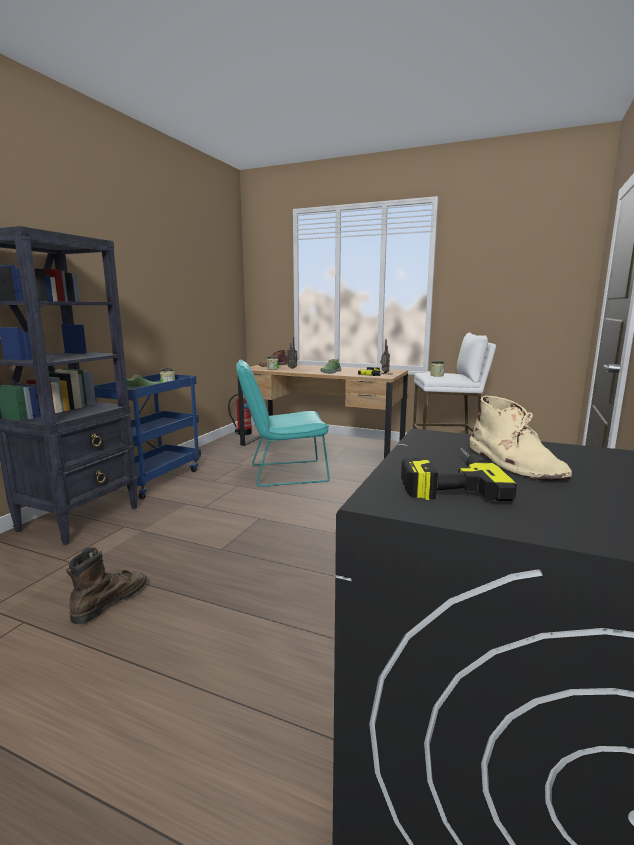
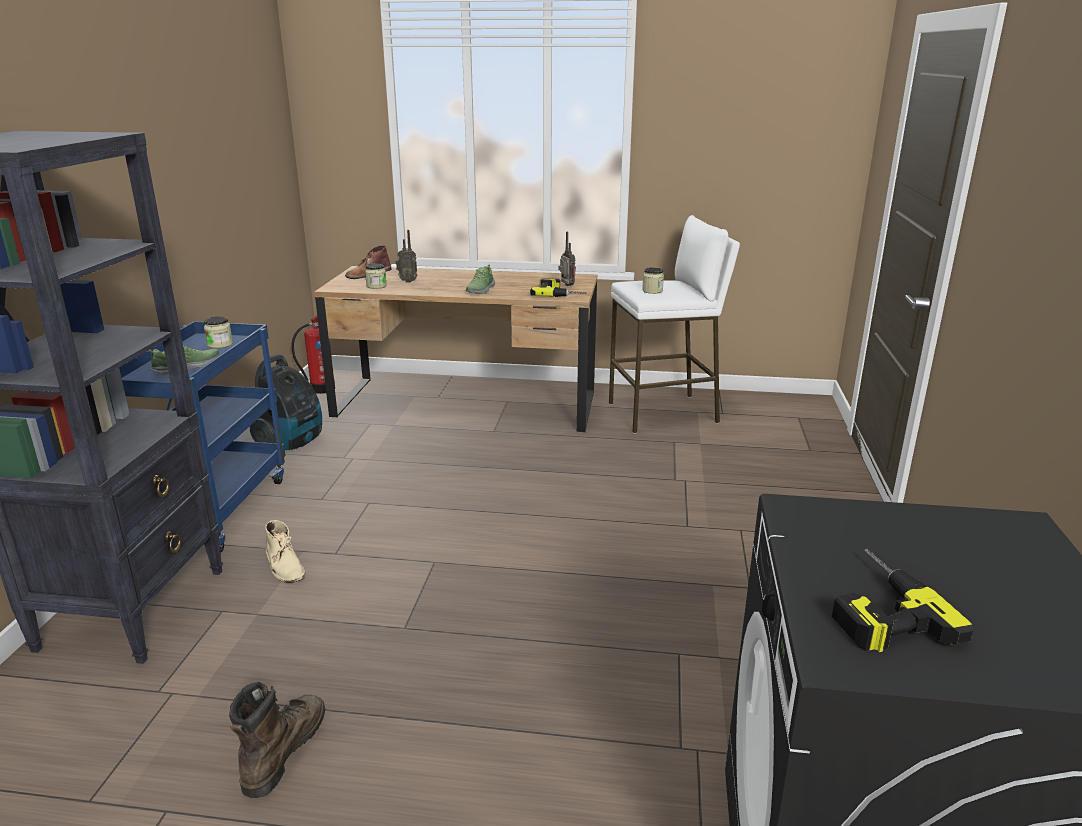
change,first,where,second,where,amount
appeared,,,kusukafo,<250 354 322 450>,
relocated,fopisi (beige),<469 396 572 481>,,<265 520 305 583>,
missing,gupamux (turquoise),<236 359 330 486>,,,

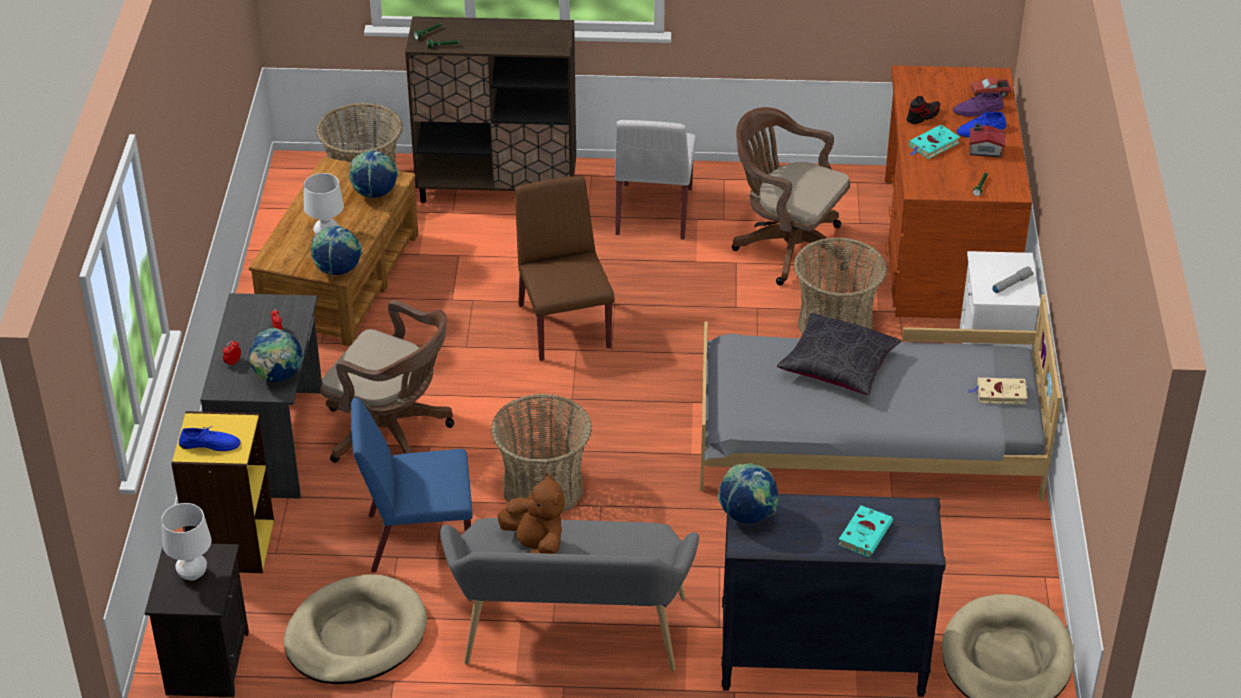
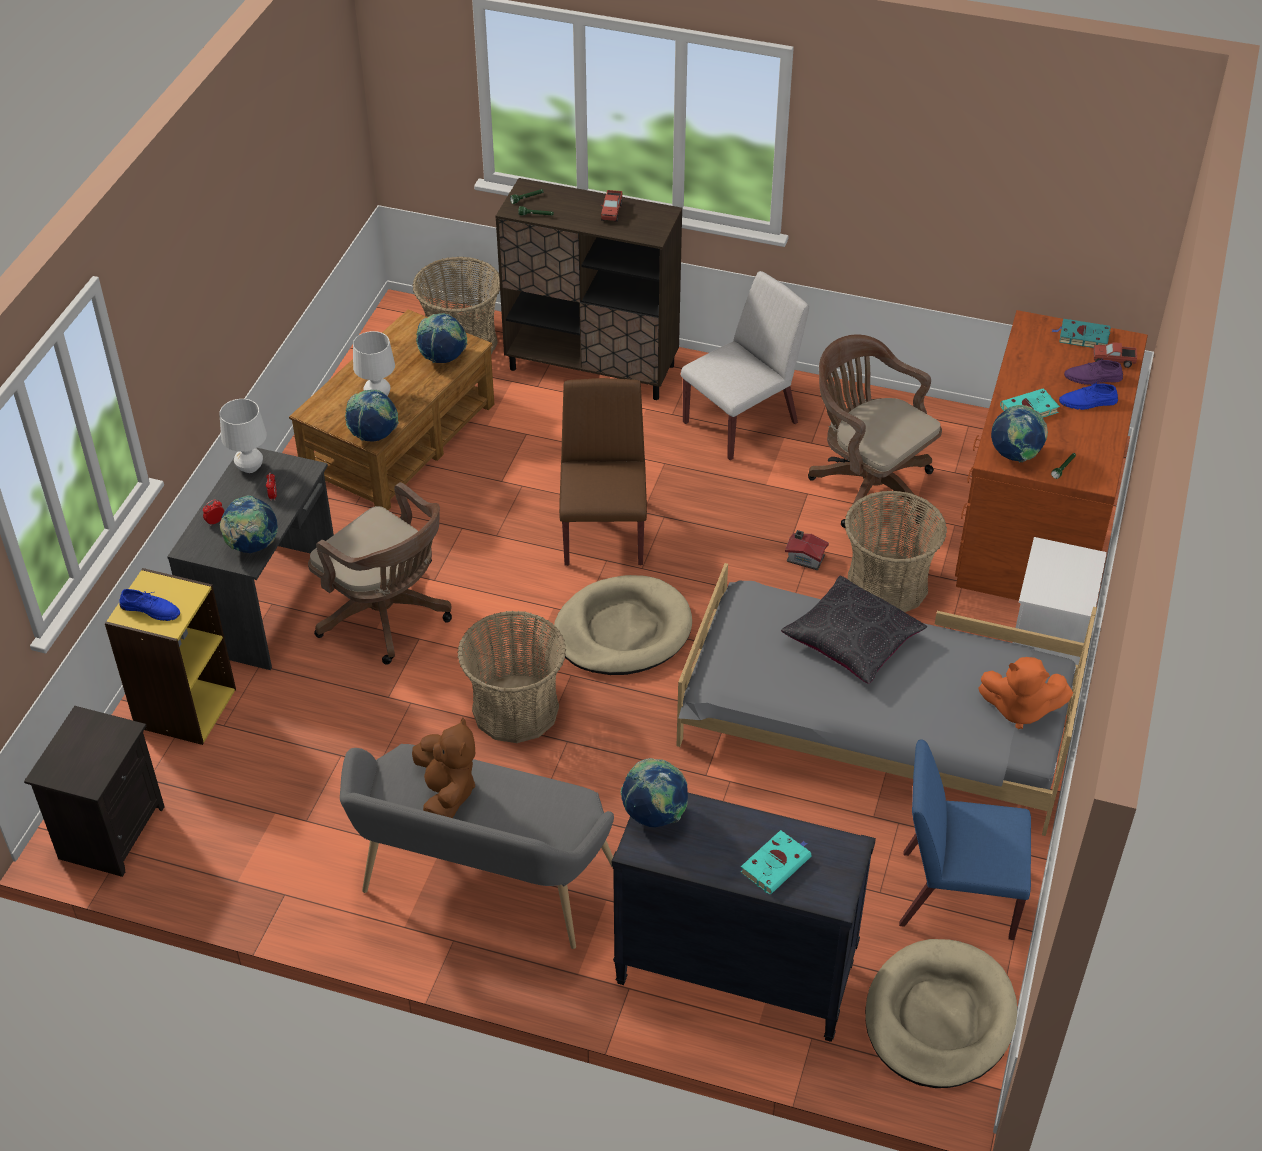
change,first,where,second,where,amount
relocated,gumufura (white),<161 503 212 581>,,<219 399 267 473>,
relocated,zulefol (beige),<284 574 427 684>,,<554 575 692 675>,
appeared,,,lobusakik,<601 190 623 222>,
spun,gupamux (white),<615 120 696 240>,,<681 271 809 460>,150 degrees counterclockwise
relocated,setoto,<969 124 1006 158>,,<785 530 829 570>,
relocated,gupamux (blue),<351 398 473 572>,,<899 739 1031 940>,
exchanged,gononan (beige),<968 378 1028 405>,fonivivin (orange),<978 657 1073 729>,
appeared,,,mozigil,<991 405 1048 462>,
appeared,,,gononan (turquoise),<1051 319 1111 348>,
missing,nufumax,<907 96 940 124>,,,
missing,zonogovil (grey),<992 266 1034 293>,,,

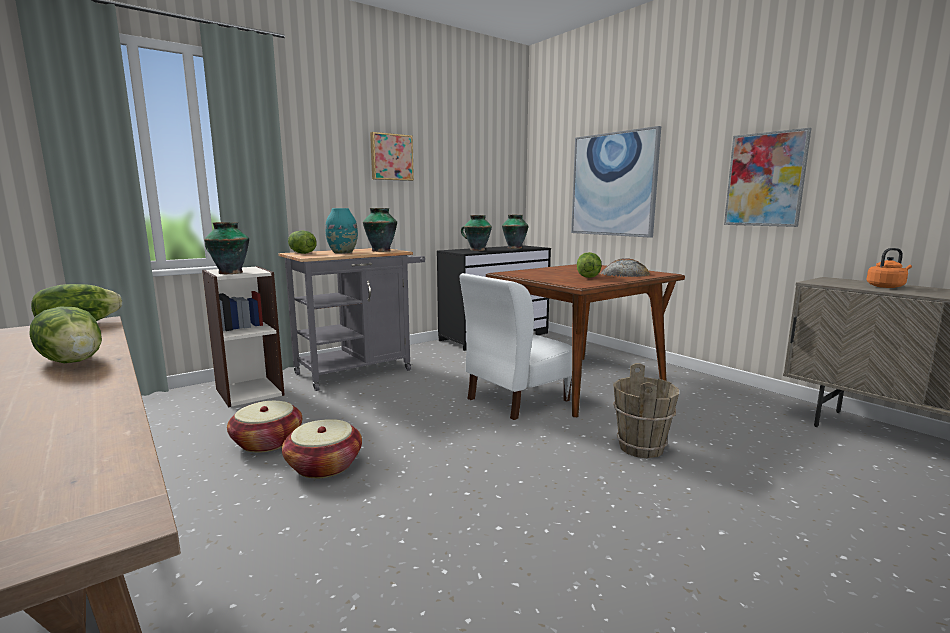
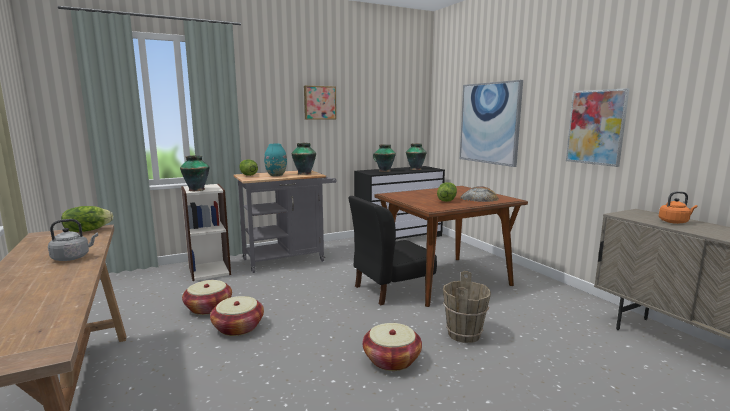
change,first,where,second,where,amount
exchanged,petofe,<29 307 102 363>,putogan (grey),<48 219 98 261>,
colour,gupamux (white),<460 273 572 420>,gupamux (black),<348 196 437 305>,
appeared,,,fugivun,<362 323 422 371>,

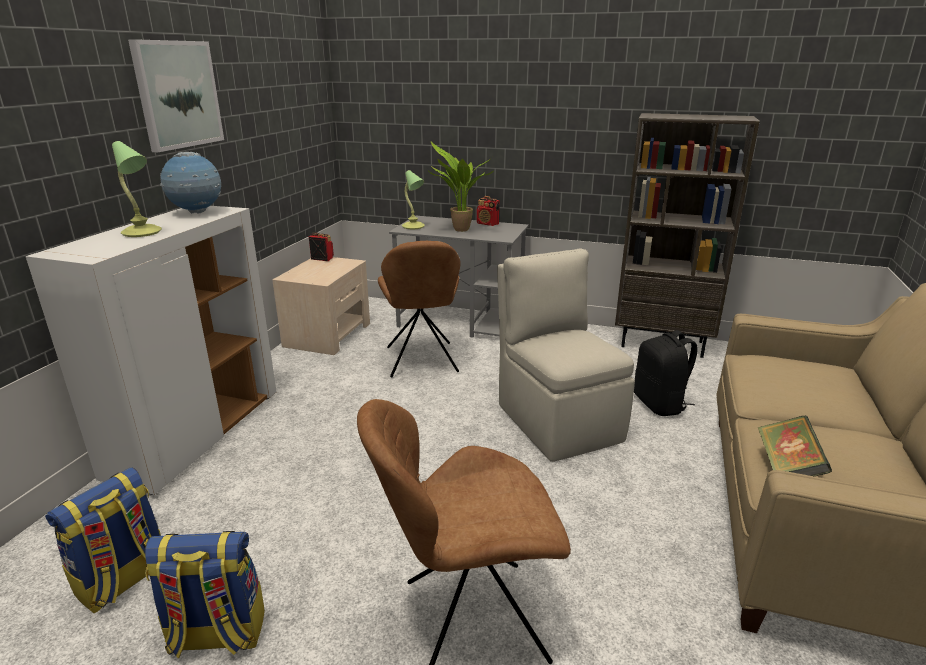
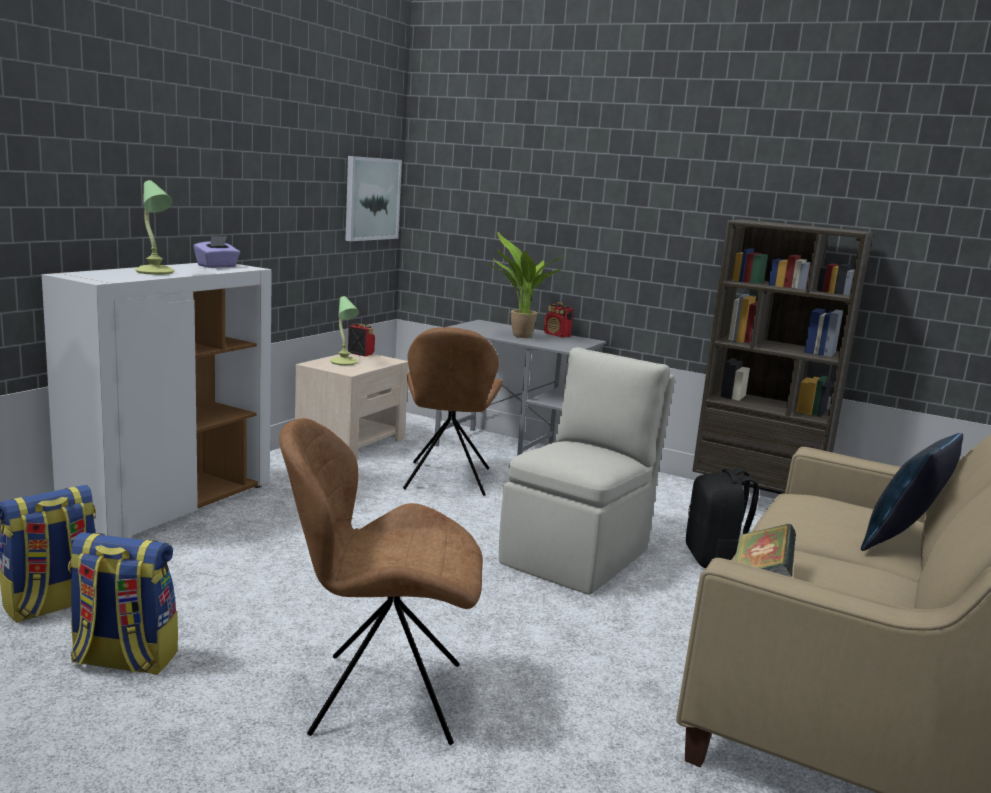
change,first,where,second,where,amount
exchanged,mozigil,<160 152 221 214>,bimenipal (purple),<193 236 240 268>,
relocated,gumufura,<402 170 425 229>,,<330 296 359 365>,
relocated,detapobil,<128 39 224 152>,,<345 156 402 241>,
spun,gupamux (beige),<497 248 635 462>,,<499 347 675 595>,45 degrees clockwise
appeared,,,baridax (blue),<861 433 963 551>,

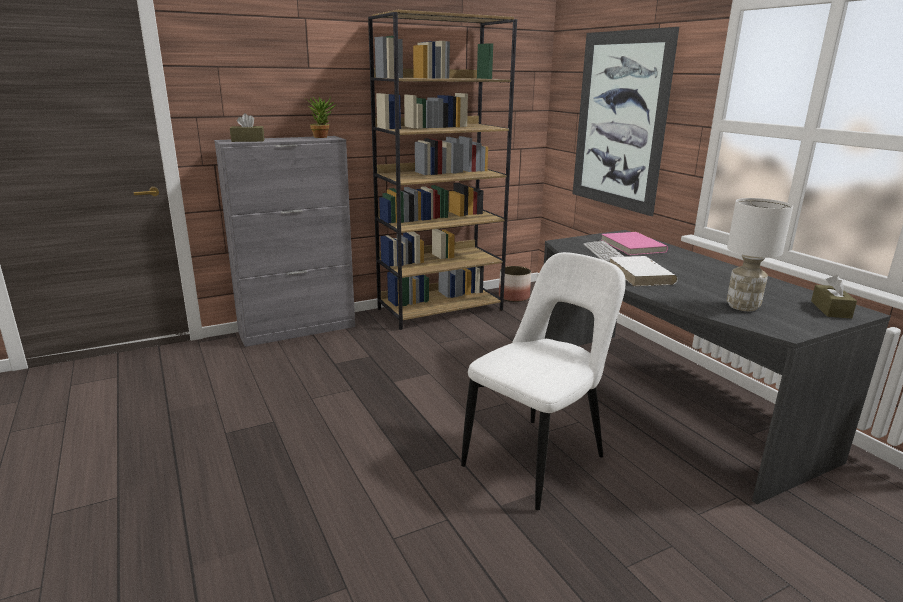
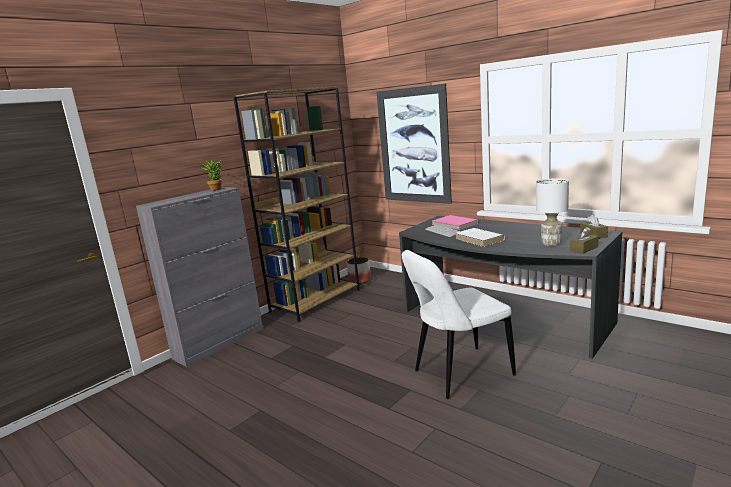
change,first,where,second,where,amount
spun,gupamux (white),<461 252 626 510>,,<402 250 516 399>,135 degrees counterclockwise
relocated,bimenipal (brown),<230 113 264 142>,,<570 227 599 254>,

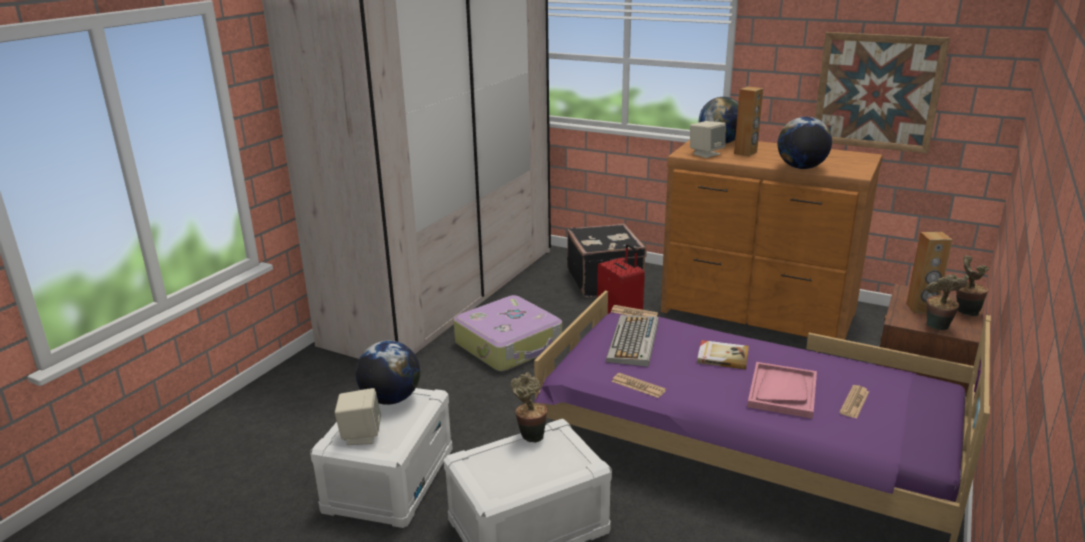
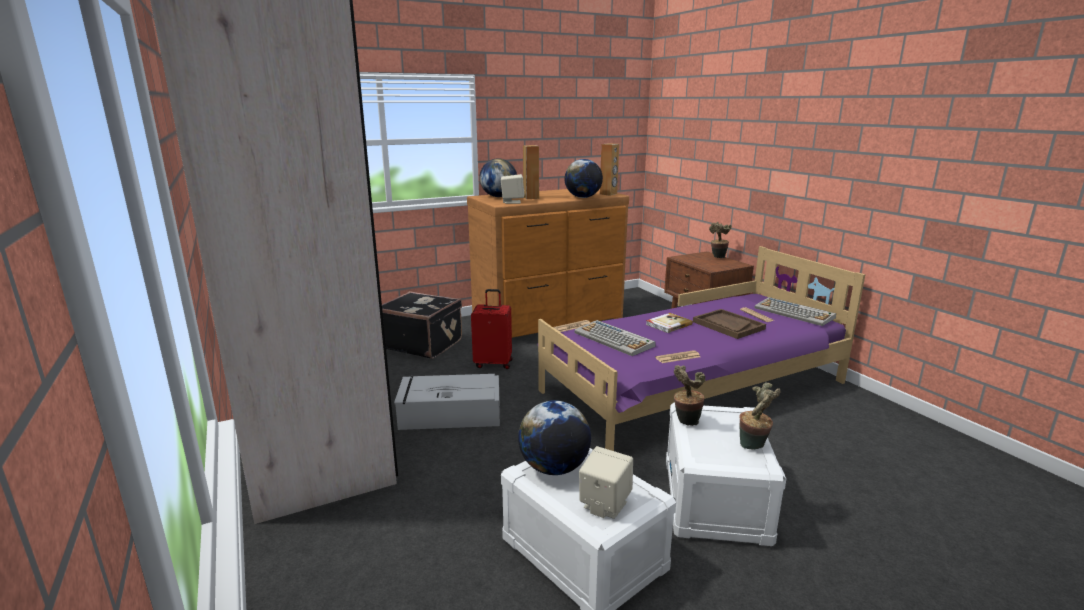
change,first,where,second,where,amount
exchanged,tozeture,<454 295 562 371>,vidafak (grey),<394 374 500 430>,
relocated,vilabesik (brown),<906 232 952 313>,,<600 143 619 196>,
colour,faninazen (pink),<747 362 817 419>,faninazen (brown),<693 309 766 339>,
relocated,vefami,<926 274 969 330>,,<739 383 781 449>,
appeared,,,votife,<754 297 836 326>,
missing,detapobil,<815 32 950 154>,,,

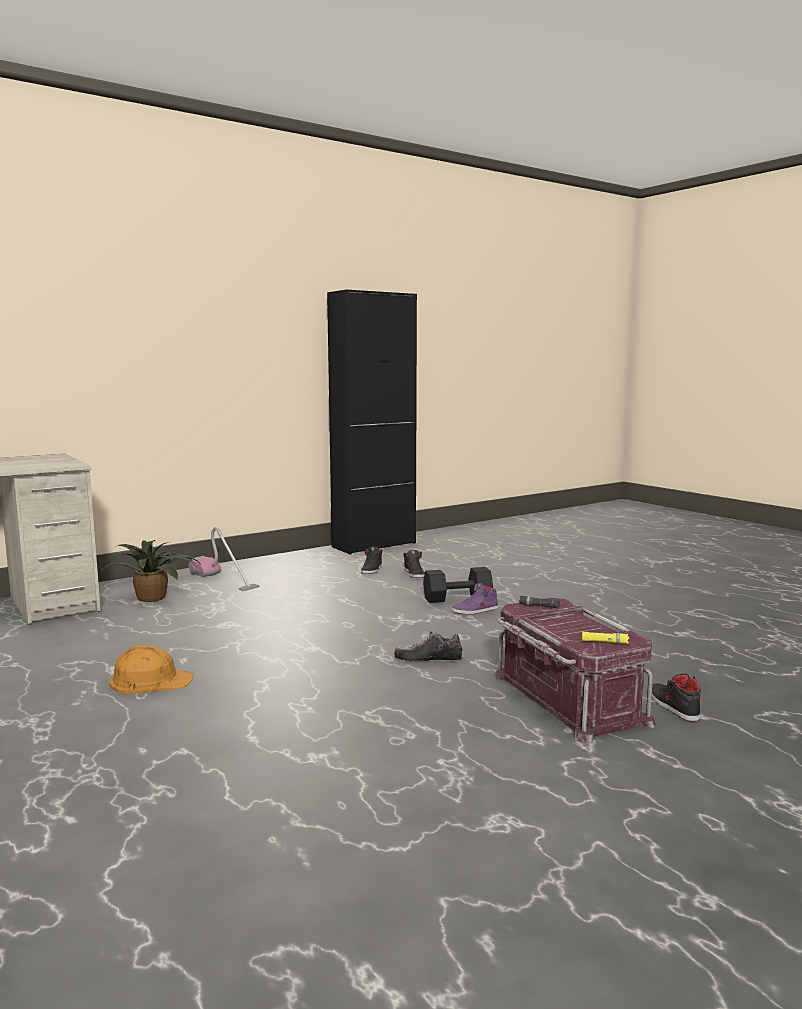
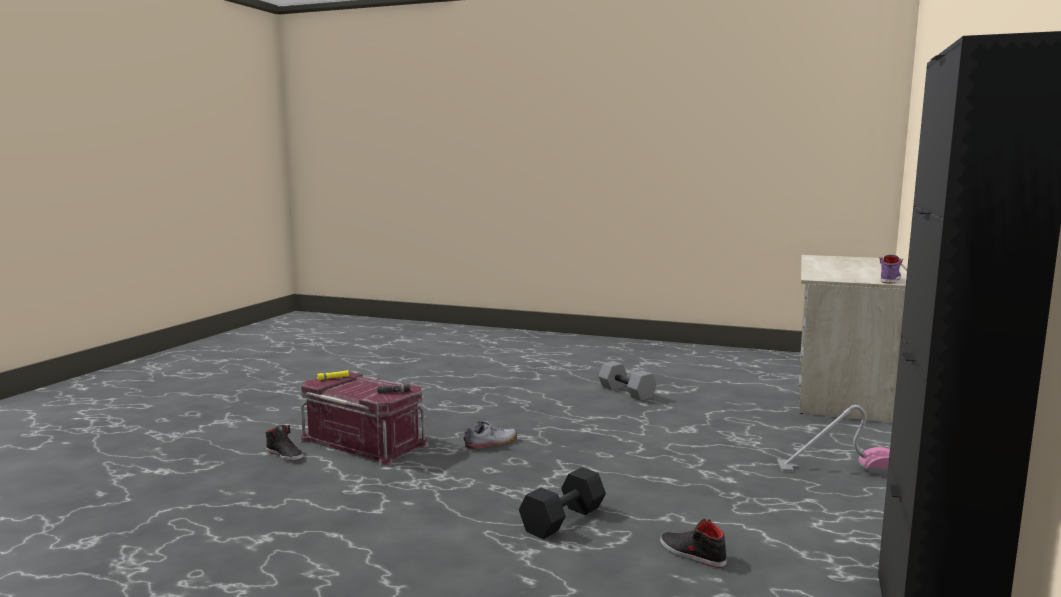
change,first,where,second,where,amount
exchanged,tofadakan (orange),<110 645 193 694>,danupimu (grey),<598 361 657 401>,
relocated,nufumax (purple),<452 583 498 614>,,<879 255 903 283>,
missing,vefami,<99 540 202 602>,,,
missing,nufumax (black),<361 546 383 574>,,,

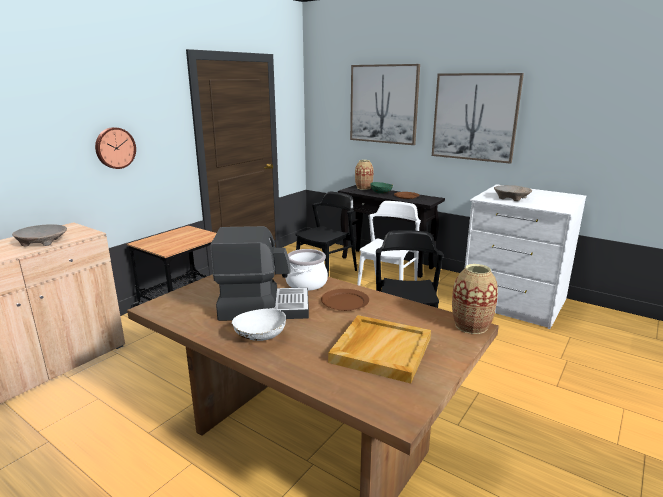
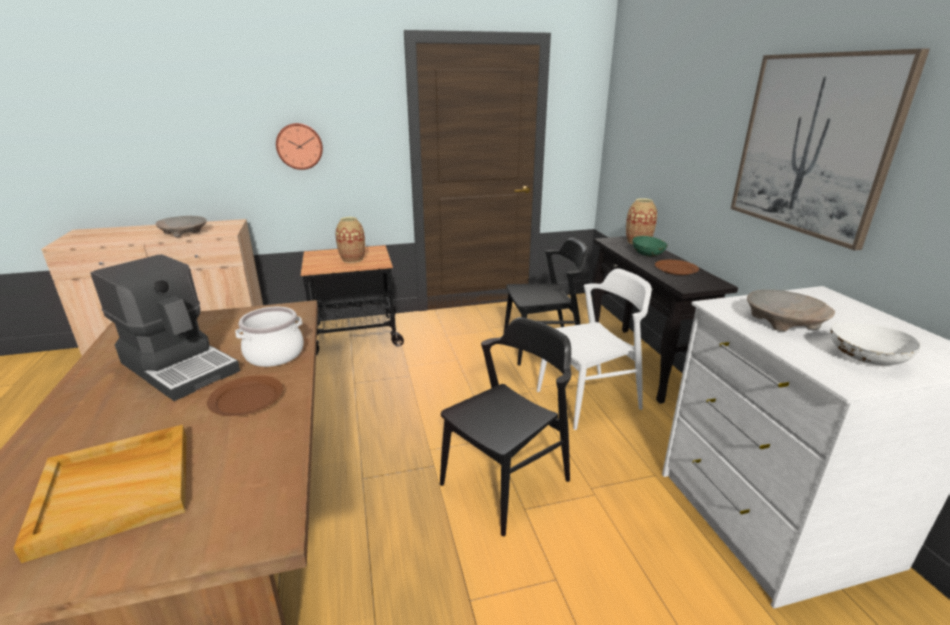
change,first,where,second,where,amount
relocated,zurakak,<452 264 498 334>,,<336 217 365 263>,
relocated,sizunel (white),<232 309 286 341>,,<830 323 922 366>,
missing,detapobil,<350 64 420 145>,,,

